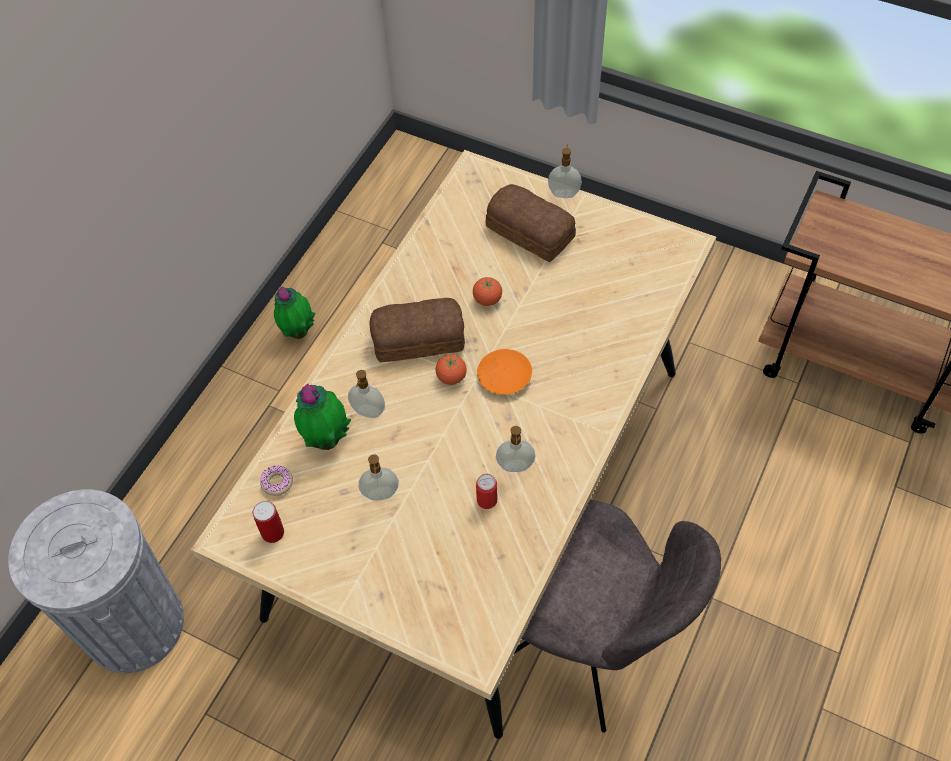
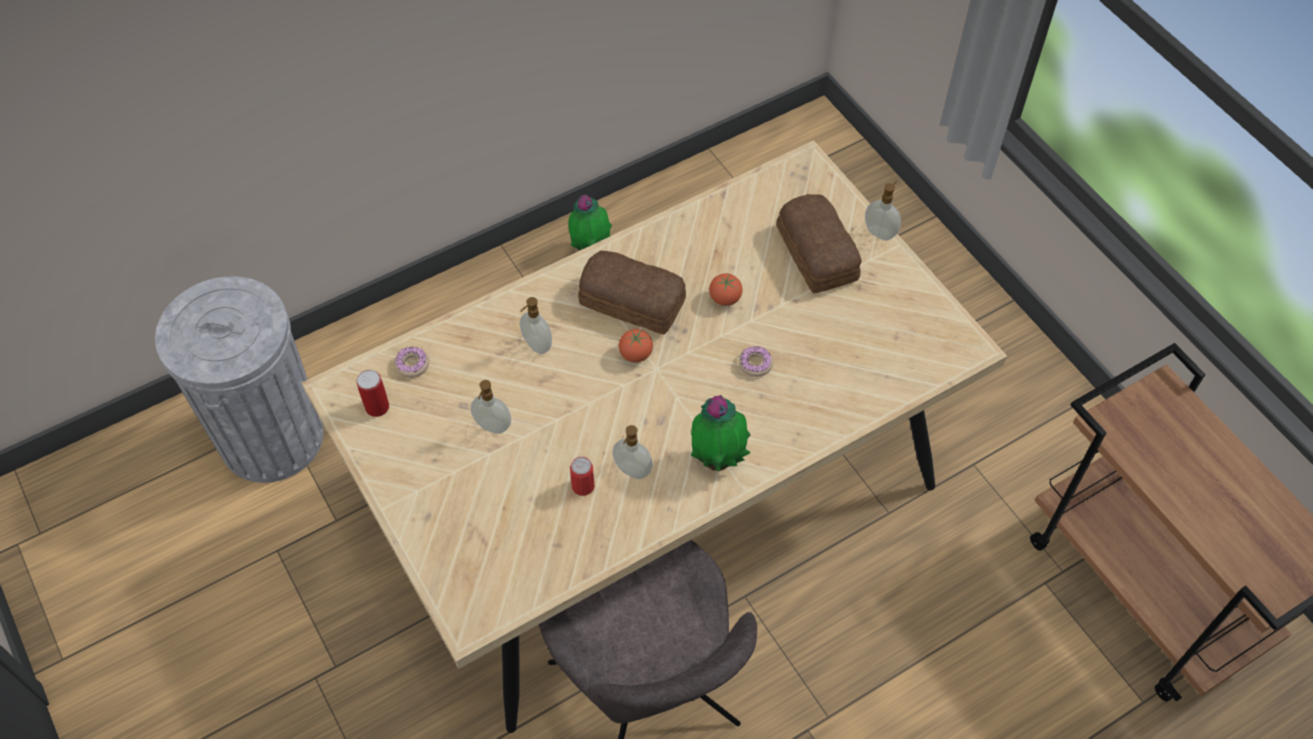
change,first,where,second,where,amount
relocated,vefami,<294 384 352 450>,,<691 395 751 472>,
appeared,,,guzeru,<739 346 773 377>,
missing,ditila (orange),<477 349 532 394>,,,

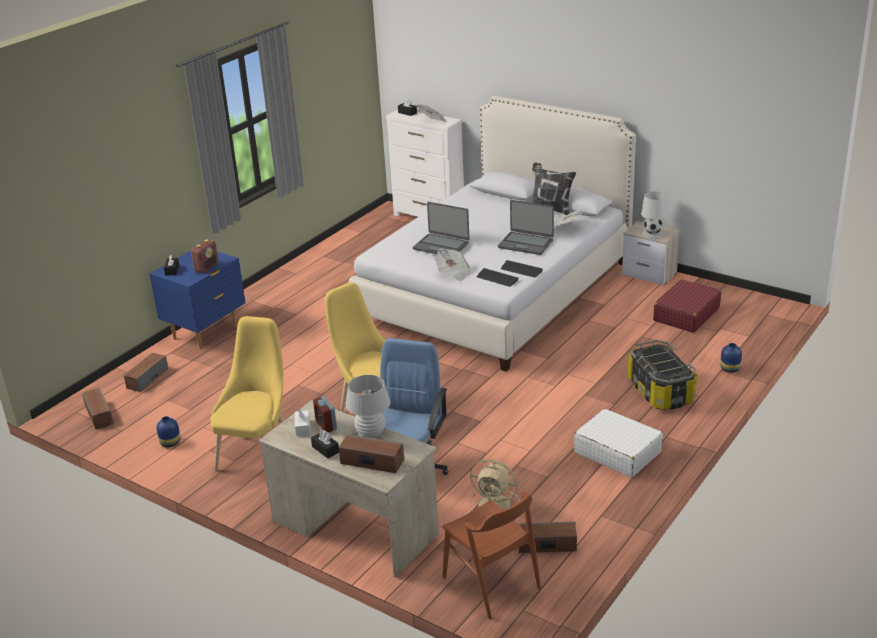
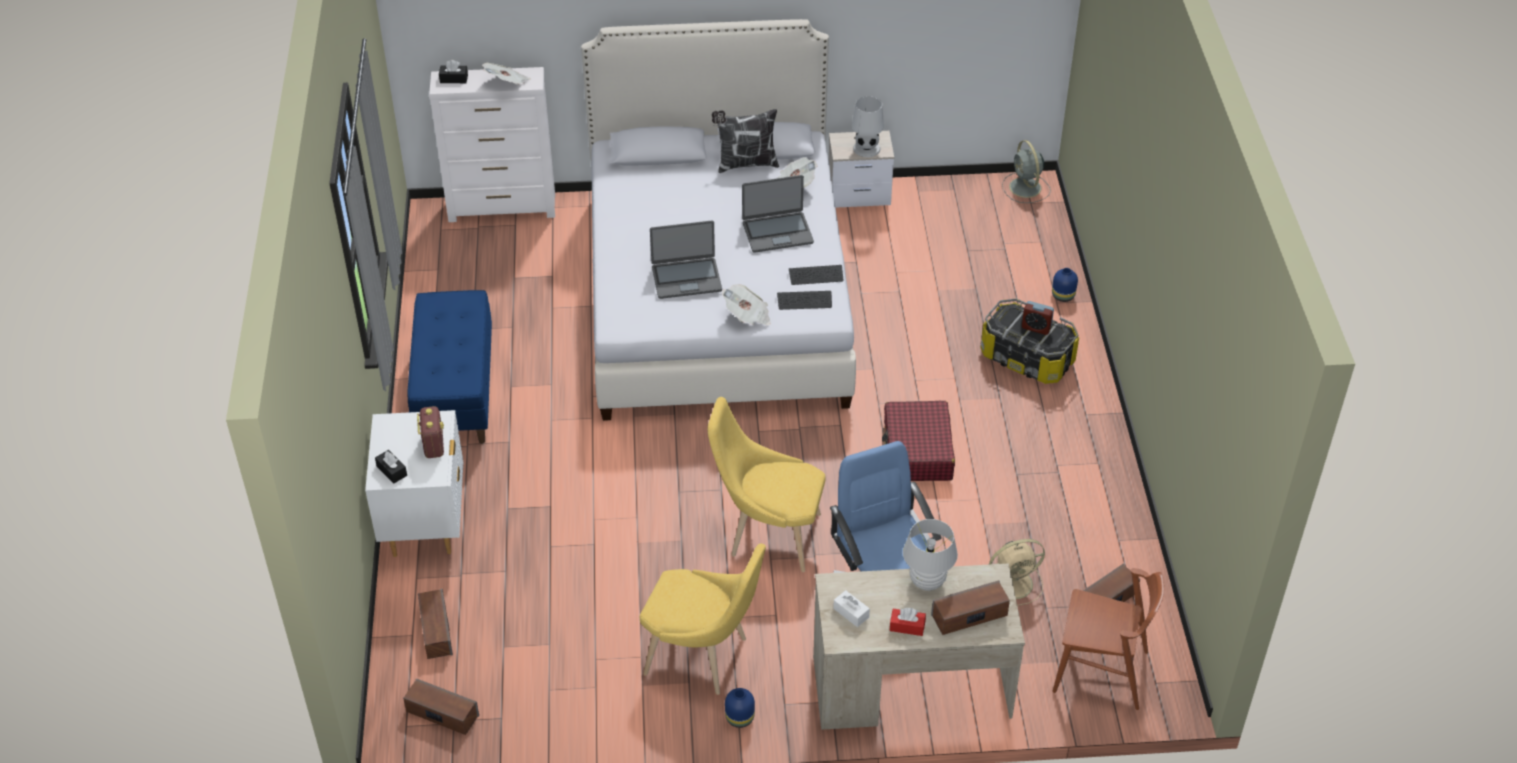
change,first,where,second,where,amount
colour,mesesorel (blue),<149 251 245 349>,mesesorel (white),<365 410 463 557>,
appeared,,,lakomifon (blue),<407 290 492 444>,
spun,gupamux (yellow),<211 316 284 471>,,<640 544 766 695>,135 degrees clockwise
relocated,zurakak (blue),<156 416 180 447>,,<725 688 755 728>,
relocated,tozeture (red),<653 279 721 333>,,<882 401 955 481>,
colour,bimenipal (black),<311 430 339 458>,bimenipal (red),<890 608 926 636>,
appeared,,,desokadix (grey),<1002 140 1051 203>,
relocated,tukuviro,<313 396 337 432>,,<1022 301 1054 335>,
missing,tozeture (white),<574 409 663 477>,,,

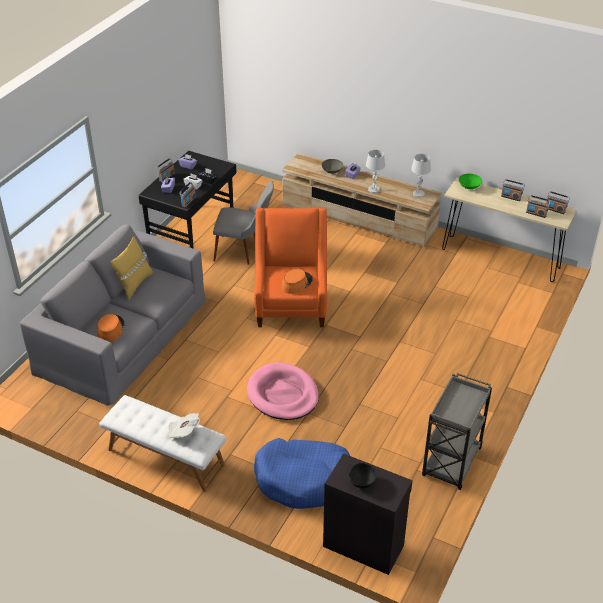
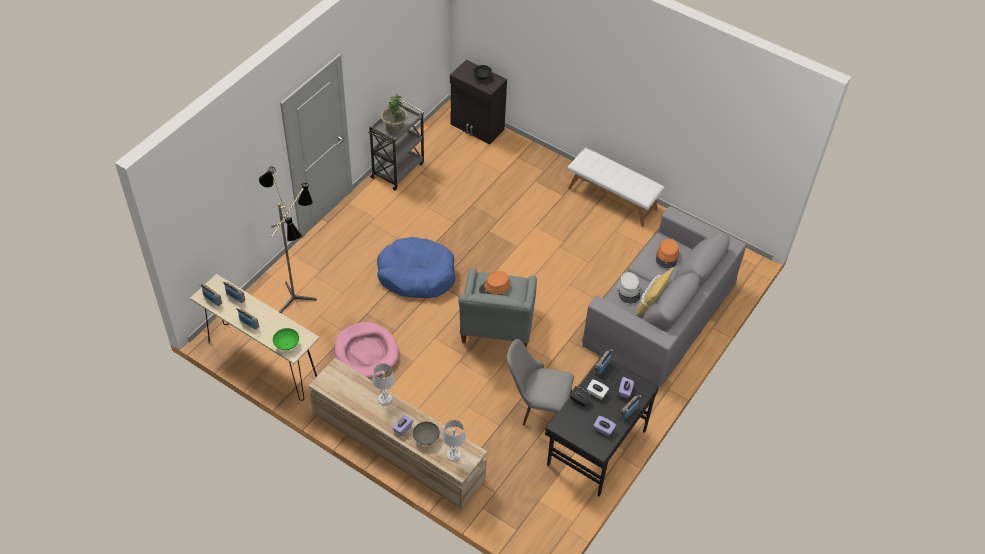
change,first,where,second,where,amount
appeared,,,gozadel,<259 167 317 313>,
relocated,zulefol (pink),<247 362 319 420>,,<334 322 399 378>,
relocated,zulefol (blue),<254 438 350 509>,,<377 237 455 298>,
appeared,,,vefami,<380 94 408 134>,
relocated,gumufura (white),<411 154 431 198>,,<442 420 466 461>,
colour,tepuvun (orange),<254 208 327 327>,tepuvun (grey),<458 268 537 347>,
appeared,,,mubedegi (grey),<617 272 640 304>,
missing,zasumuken,<168 413 200 438>,,,

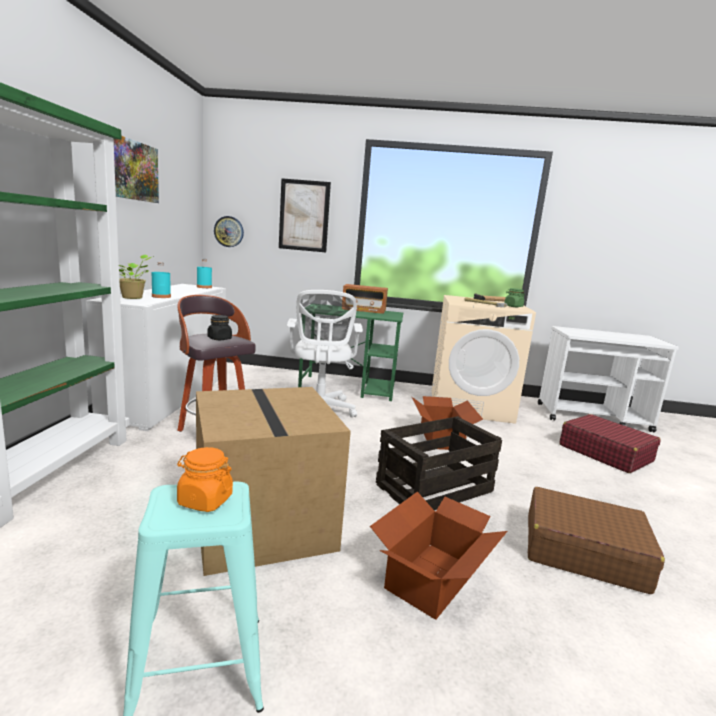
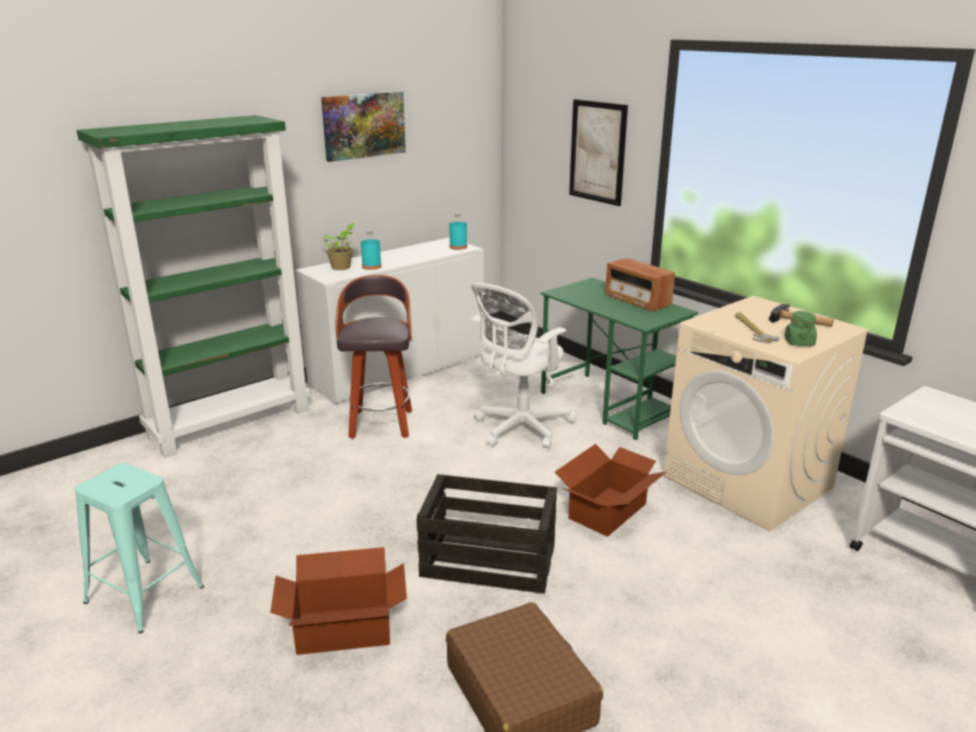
change,first,where,second,where,amount
missing,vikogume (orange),<177 447 233 512>,,,
missing,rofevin,<196 387 351 576>,,,
missing,vikogume (black),<208 315 232 340>,,,
missing,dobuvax,<214 216 244 247>,,,
missing,tozeture (red),<559 414 661 473>,,,

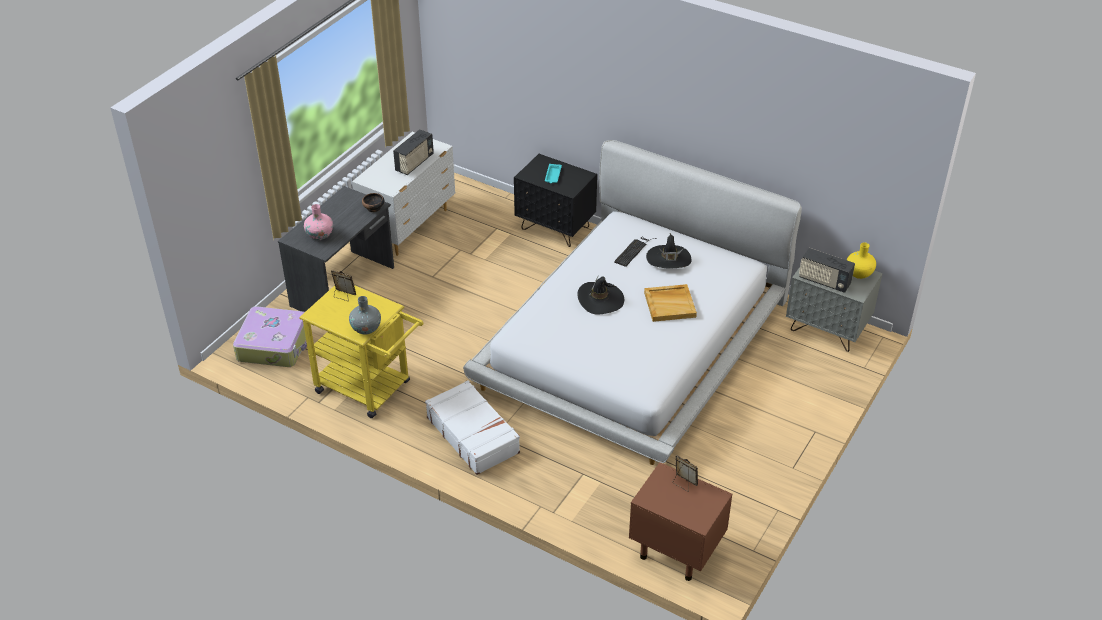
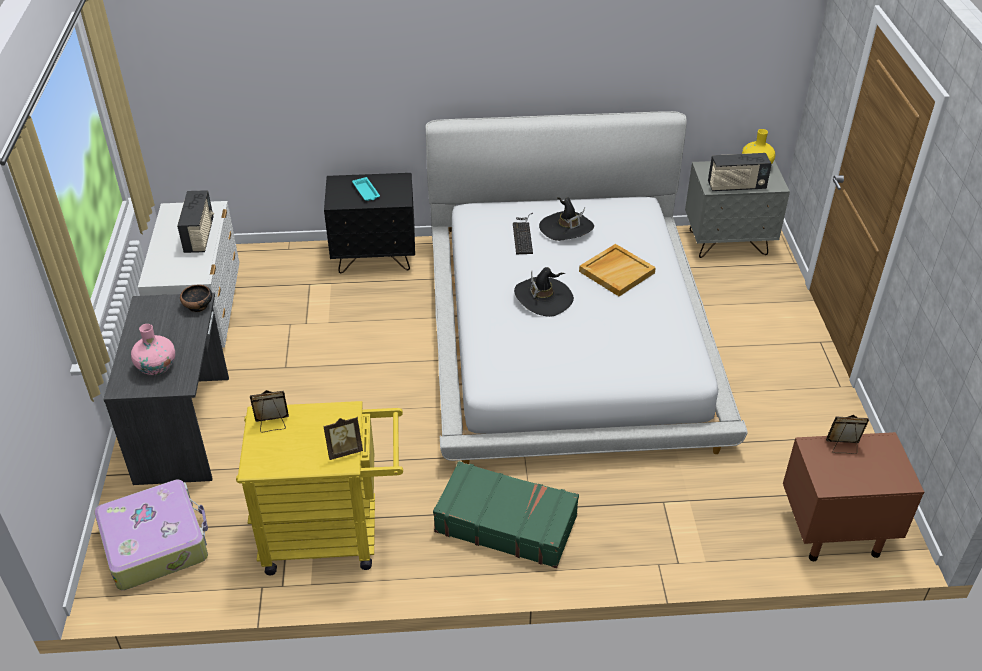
change,first,where,second,where,amount
exchanged,zurakak (grey),<349 296 381 335>,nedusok,<323 417 363 460>,
colour,tozeture (white),<425 380 520 475>,tozeture (green),<433 461 579 568>,

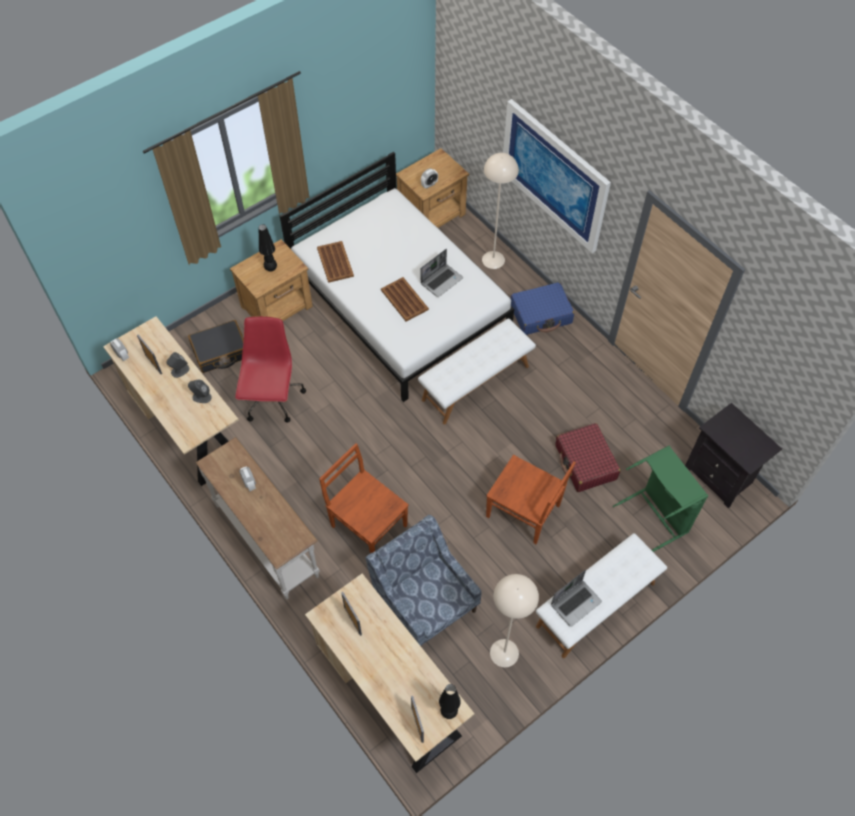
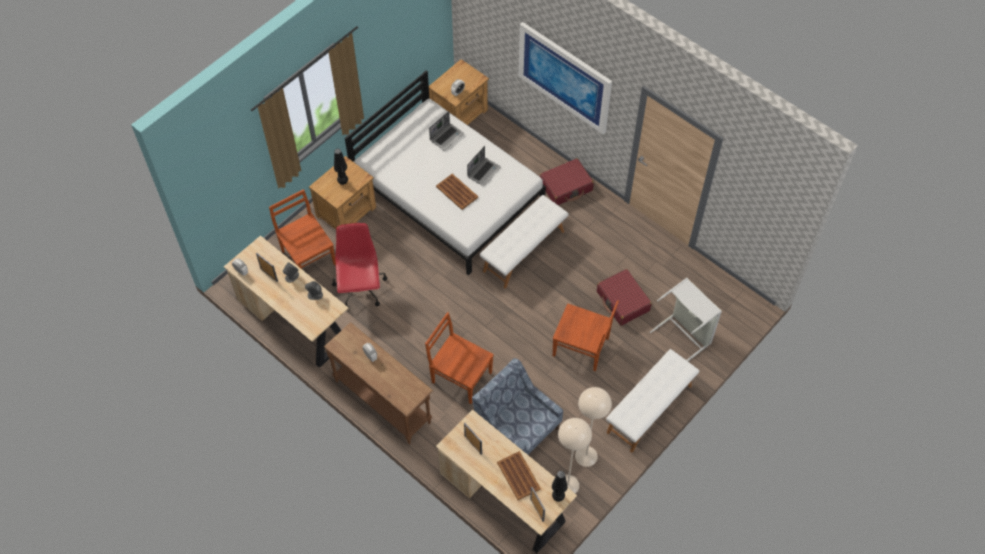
change,first,where,second,where,amount
exchanged,tozeture (black),<188 320 244 373>,gupamux (brown),<269 189 336 269>,
colour,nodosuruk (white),<196 437 320 600>,nodosuruk (brown),<324 322 433 444>,
relocated,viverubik,<551 570 602 627>,,<429 111 464 151>,
relocated,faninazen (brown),<317 241 354 283>,,<497 451 541 500>,
colour,tozeture (blue),<511 282 574 335>,tozeture (red),<540 158 594 205>,
relocated,gozadel (beige),<482 153 519 269>,,<558 418 592 494>,
colour,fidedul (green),<613 446 708 552>,fidedul (grey),<650 278 722 361>,
missing,mesesorel (black),<685 403 782 508>,,,

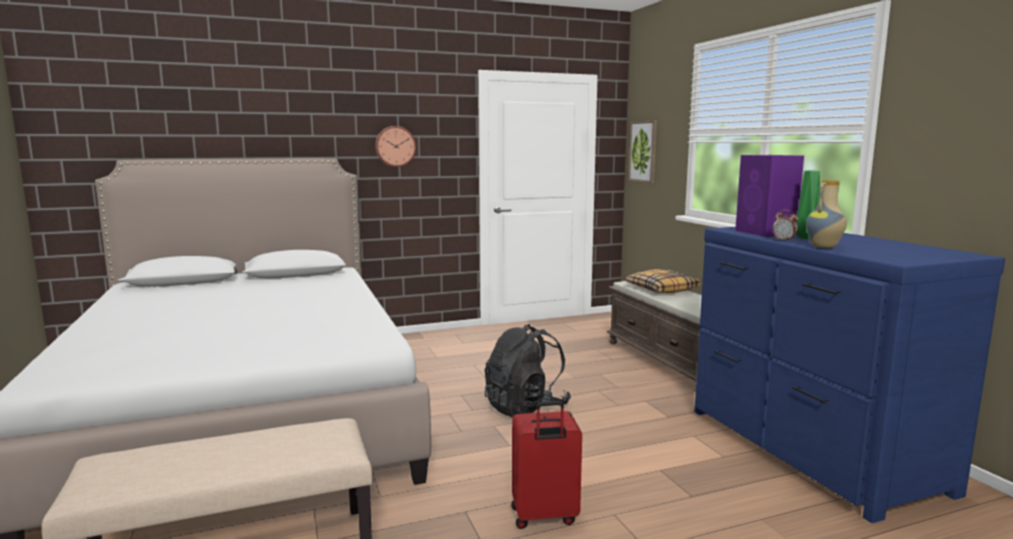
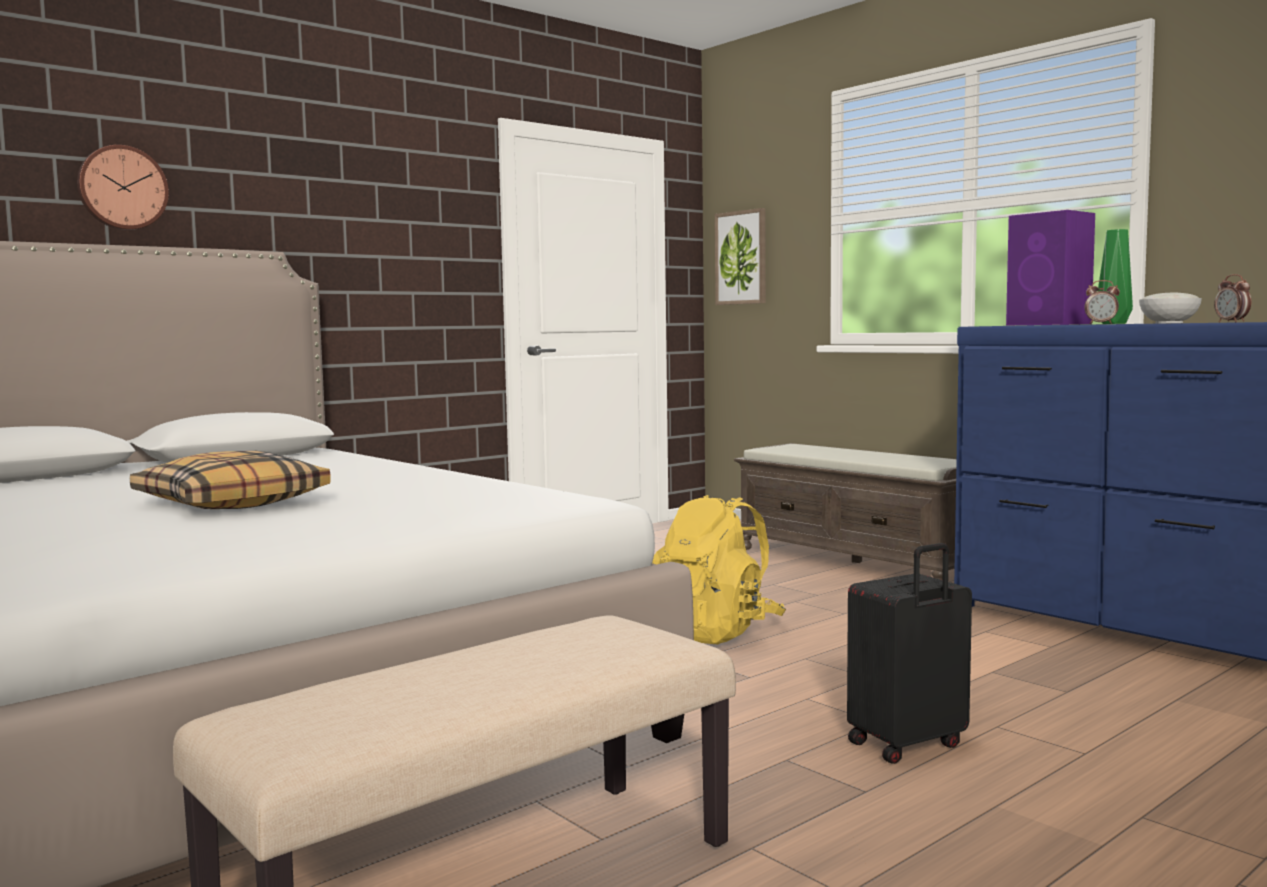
change,first,where,second,where,amount
relocated,dobuvax,<375 126 416 167>,,<77 145 169 230>,
relocated,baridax,<626 269 701 293>,,<130 451 331 509>,
colour,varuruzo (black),<485 324 571 417>,varuruzo (yellow),<652 495 786 644>,
colour,tozeture (red),<511 401 582 529>,tozeture (black),<847 543 972 764>,
exchanged,zurakak,<806 180 847 248>,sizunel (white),<1139 293 1202 323>,
appeared,,,tukuviro,<1214 274 1251 322>,

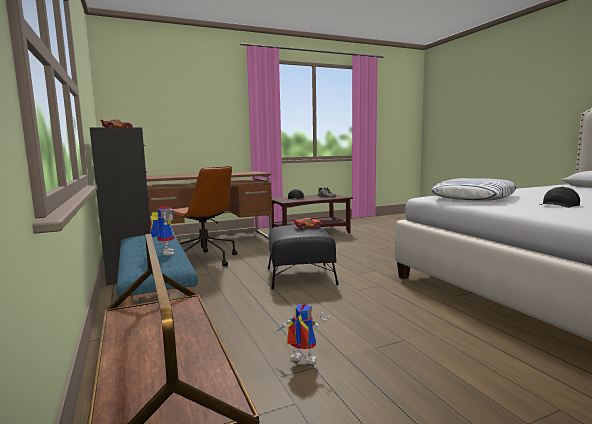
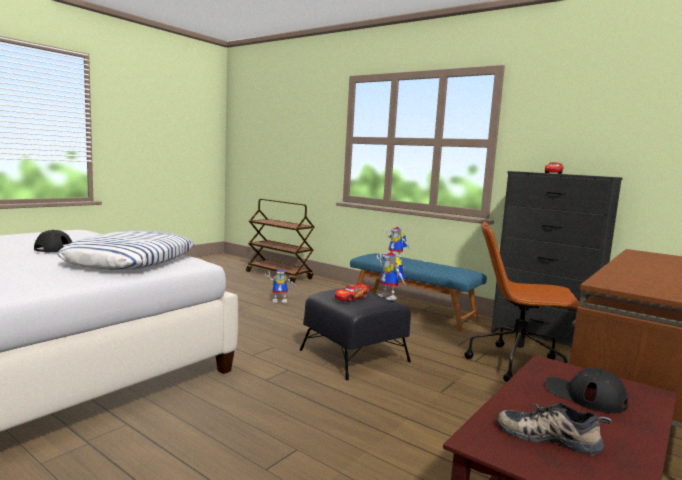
change,first,where,second,where,amount
appeared,,,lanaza,<376 252 406 301>,

